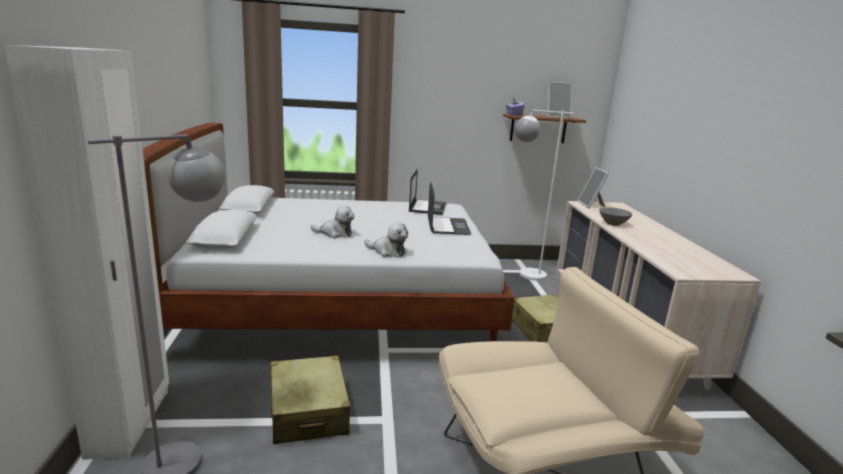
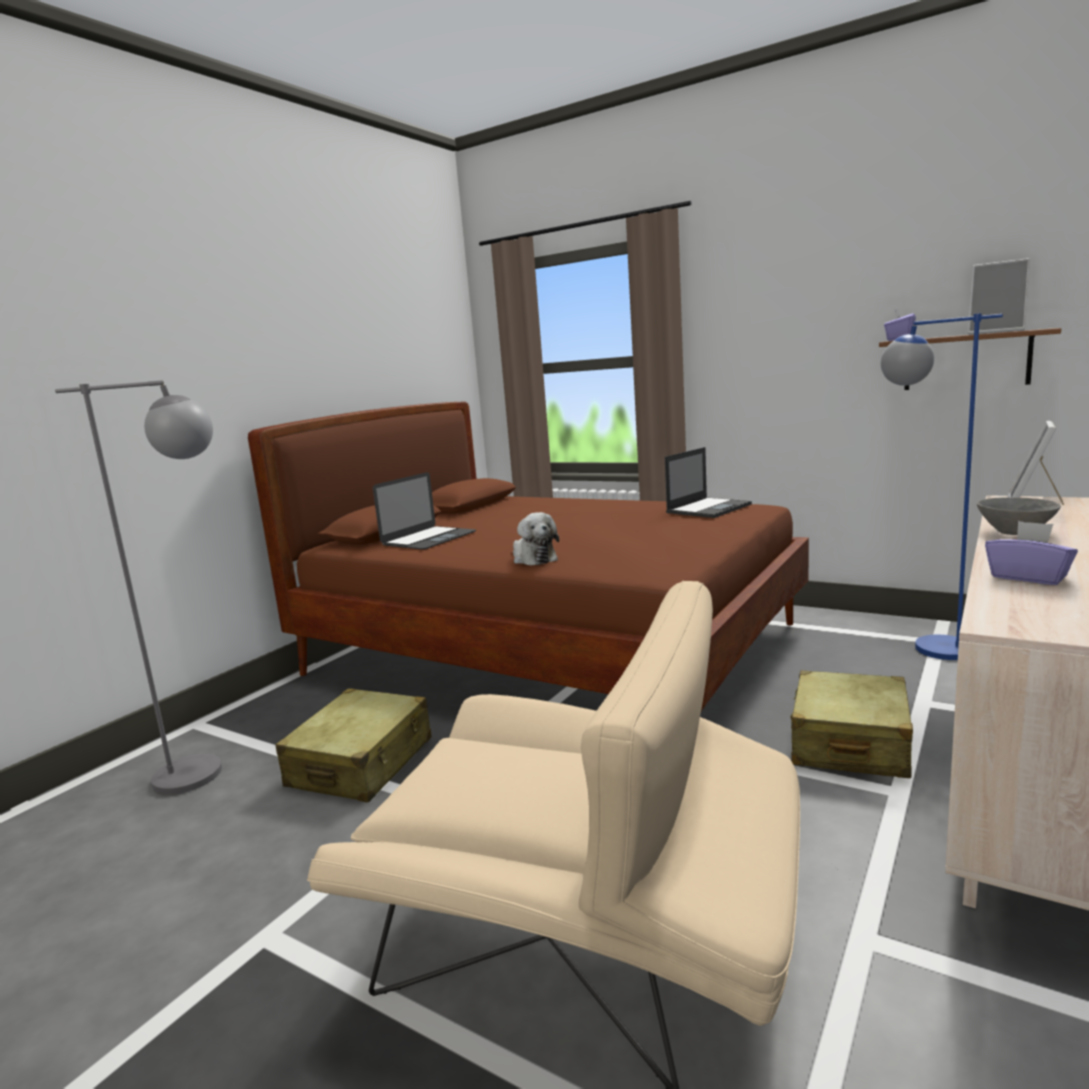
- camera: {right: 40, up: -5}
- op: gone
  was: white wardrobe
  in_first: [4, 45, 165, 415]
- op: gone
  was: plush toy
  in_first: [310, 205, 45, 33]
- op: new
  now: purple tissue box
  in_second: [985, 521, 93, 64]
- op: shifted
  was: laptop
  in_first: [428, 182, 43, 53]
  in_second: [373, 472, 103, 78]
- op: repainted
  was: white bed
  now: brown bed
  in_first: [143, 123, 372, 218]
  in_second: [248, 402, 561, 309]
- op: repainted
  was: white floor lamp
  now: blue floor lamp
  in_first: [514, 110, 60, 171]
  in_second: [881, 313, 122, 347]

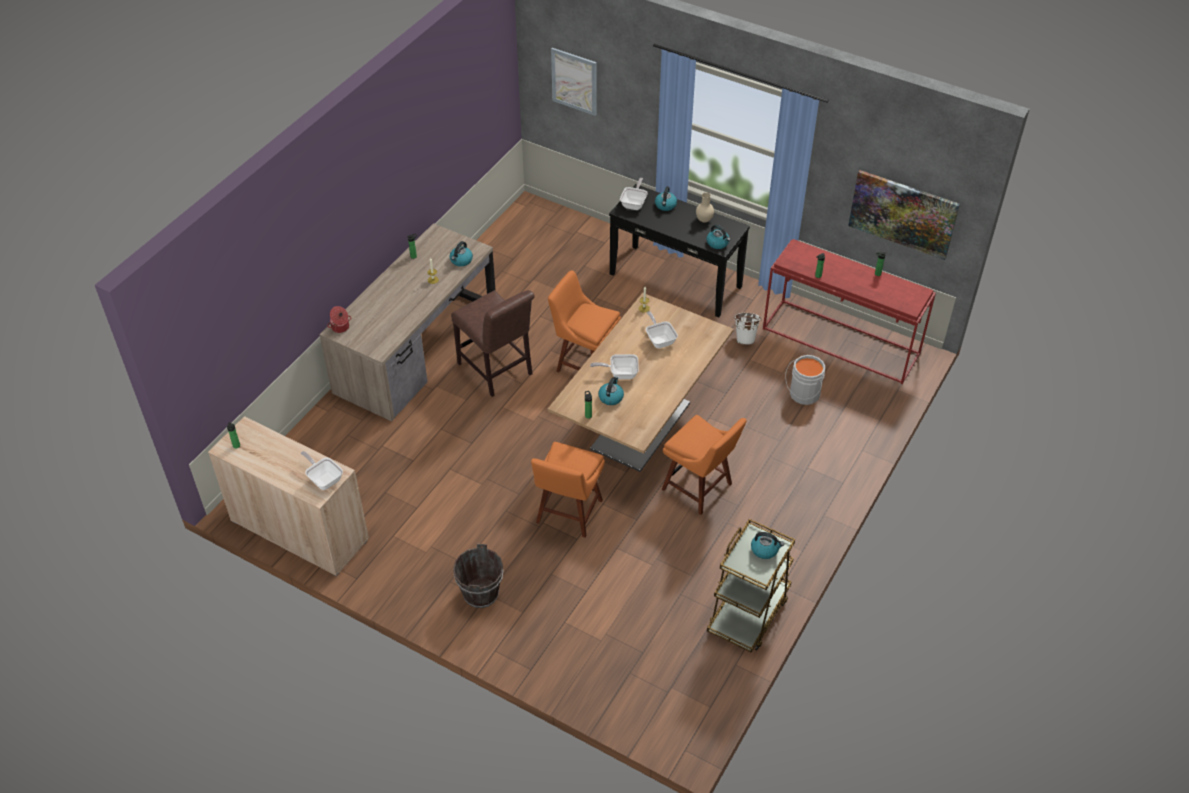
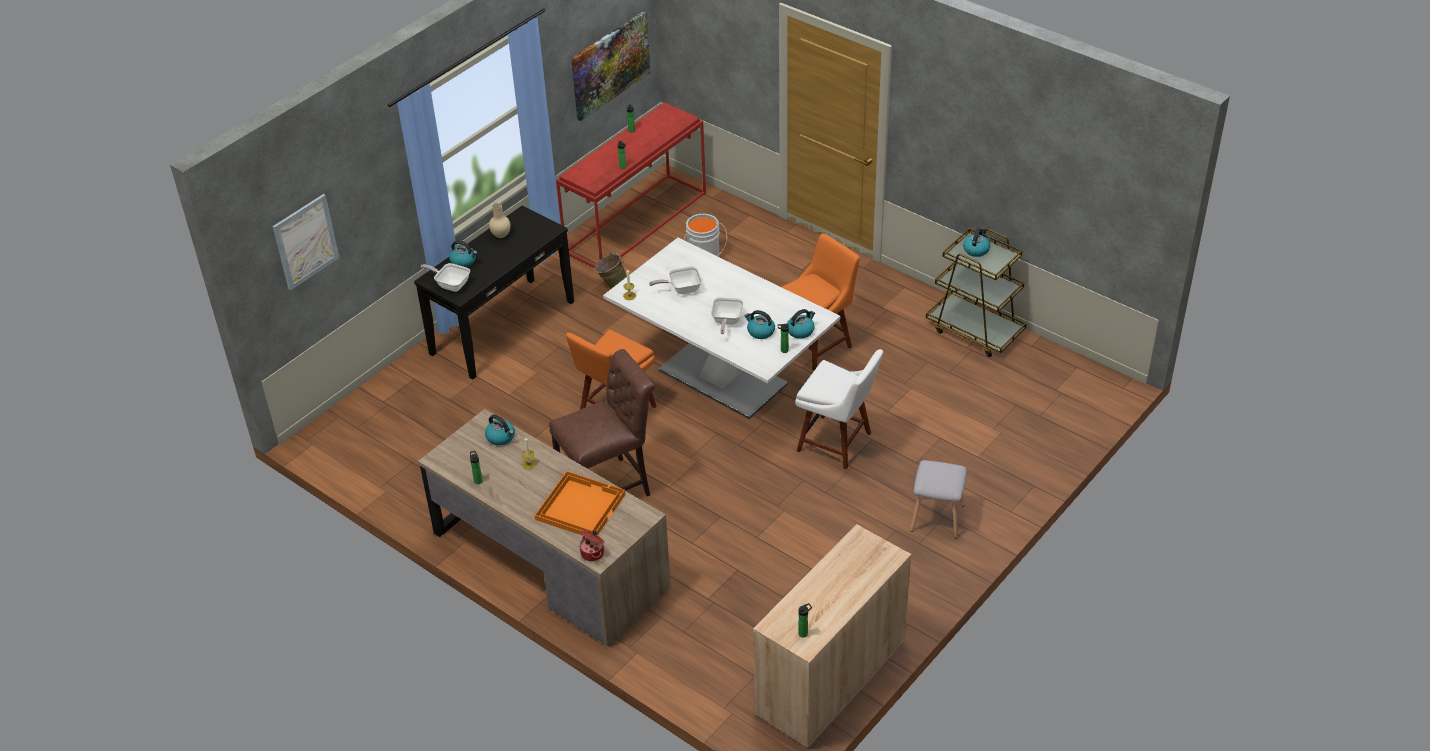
- camera: {right: -80, up: -5}
- op: gone
  was: frying pan
  in_first: [301, 451, 42, 39]
- op: new
  now: orange tray
  in_second: [535, 471, 90, 65]
- op: shifted
  was: kettle
  in_first: [707, 225, 23, 24]
  in_second: [787, 309, 28, 30]
- op: swapped
  was: brown bucket
  now: grey stool
  in_first: [453, 544, 51, 64]
  in_second: [910, 460, 57, 79]
- op: repainted
  was: orange chair
  now: white chair
  in_first: [531, 442, 74, 96]
  in_second: [795, 349, 88, 120]
- op: repainted
  was: brown dining table
  now: white dining table
  in_first: [548, 293, 186, 179]
  in_second: [603, 238, 237, 181]
- op: repainted
  was: white bucket
  now: green bucket
  in_first: [734, 313, 28, 32]
  in_second: [595, 252, 32, 37]

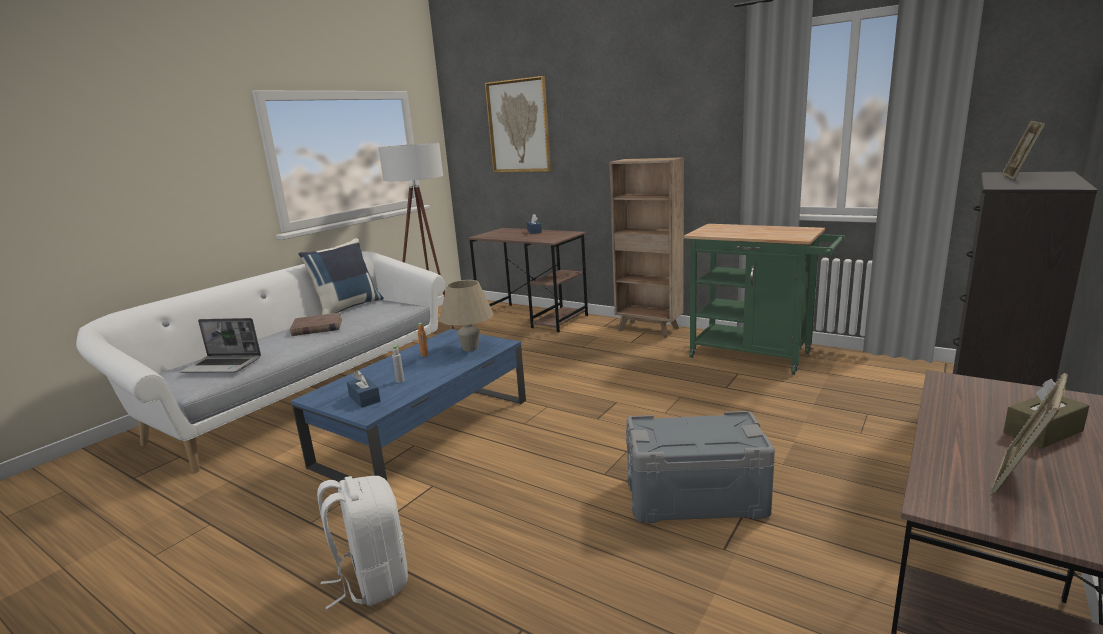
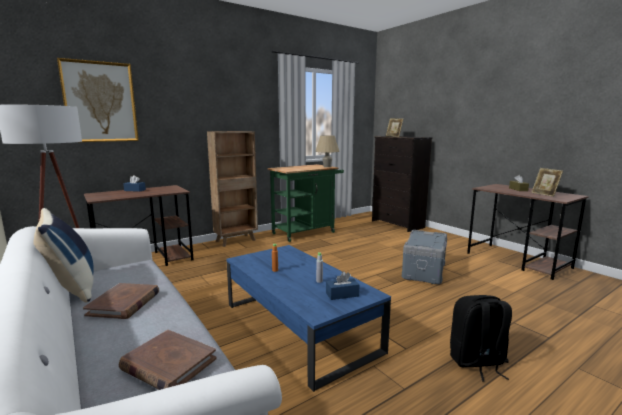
- camera: {right: -70, up: -5}
- op: shifted
  was: beige table lamp
  in_first: [439, 280, 54, 71]
  in_second: [315, 136, 24, 31]
- op: swapped
  was: laptop
  now: brown book
  in_first: [180, 318, 81, 55]
  in_second: [119, 330, 97, 60]
- op: repainted
  was: white backpack
  now: black backpack
  in_first: [317, 476, 91, 133]
  in_second: [450, 295, 62, 87]

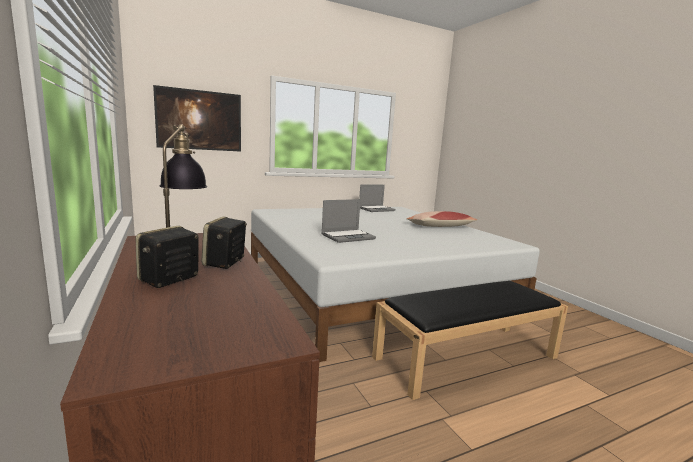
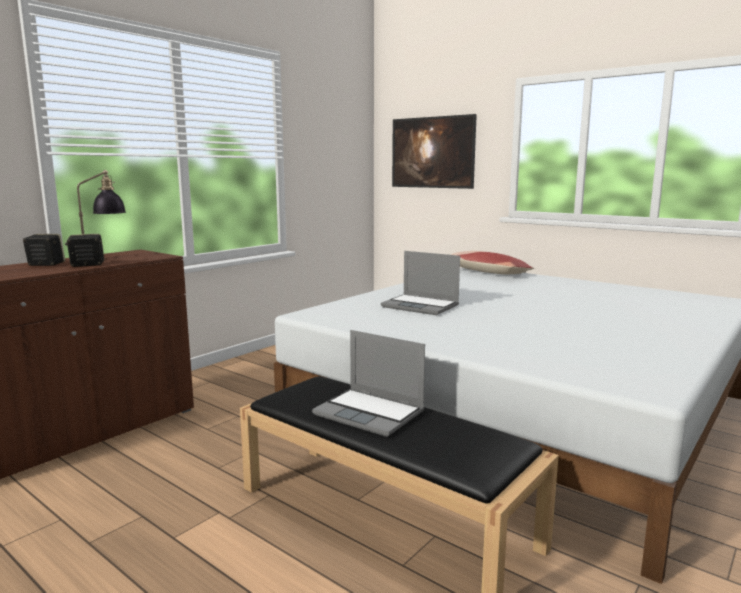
- camera: {right: 65, up: 0}
- op: shifted
  was: laptop
  in_first: [359, 185, 37, 27]
  in_second: [312, 330, 113, 107]
- op: shifted
  was: pillow
  in_first: [407, 211, 70, 16]
  in_second: [451, 251, 83, 24]

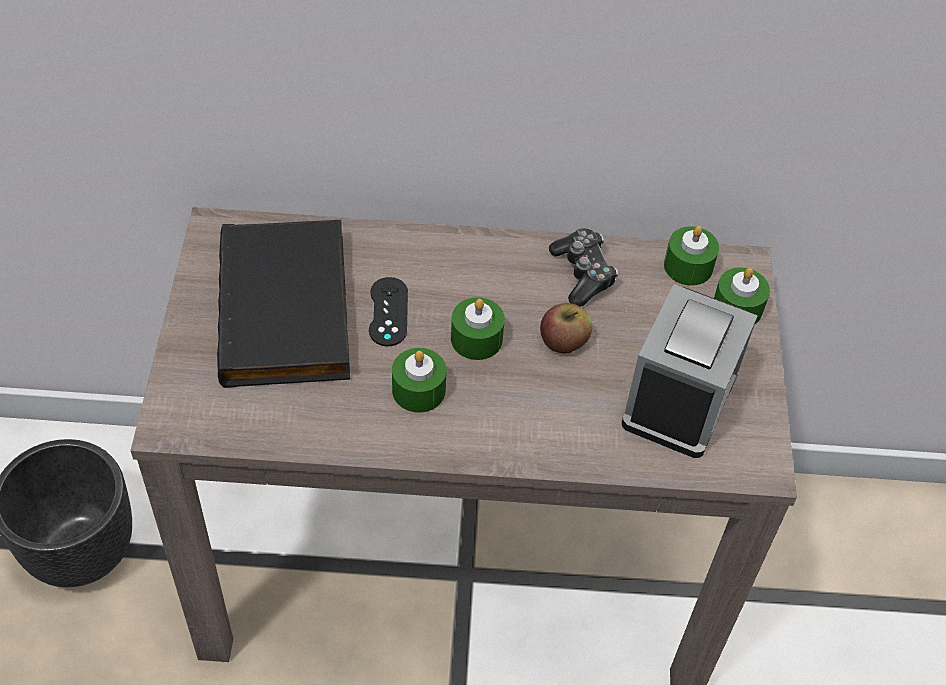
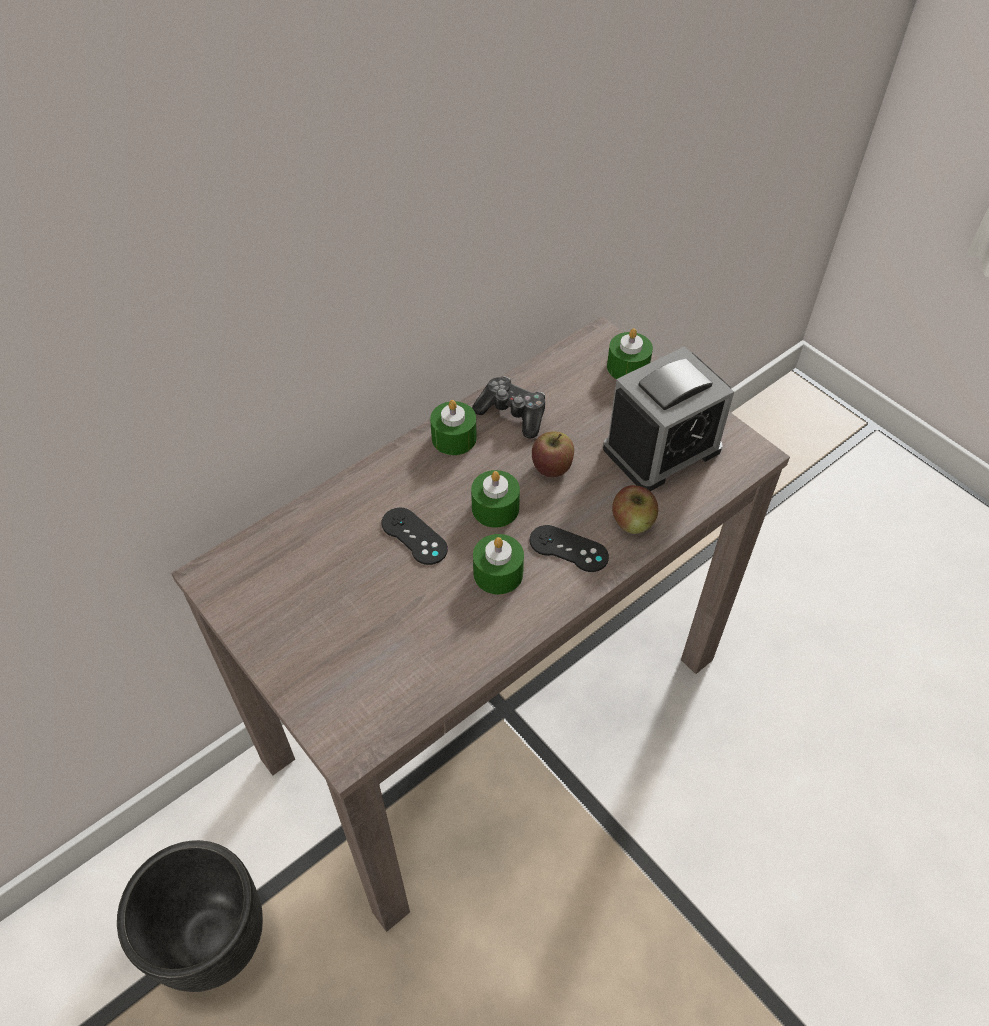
- camera: {right: -40, up: 0}
- op: gone
  was: black book
  in_first: [217, 220, 133, 168]
- op: new
  now: black game controller
  in_second: [530, 525, 79, 47]
- op: new
  now: apple
  in_second: [612, 485, 46, 49]
- op: shifted
  was: green candle
  in_first: [664, 226, 55, 60]
  in_second: [430, 400, 47, 55]
- op: rotated
  was: alarm clock
  in_first: [622, 284, 136, 174]
  in_second: [603, 347, 131, 144]
  clockwise: 75

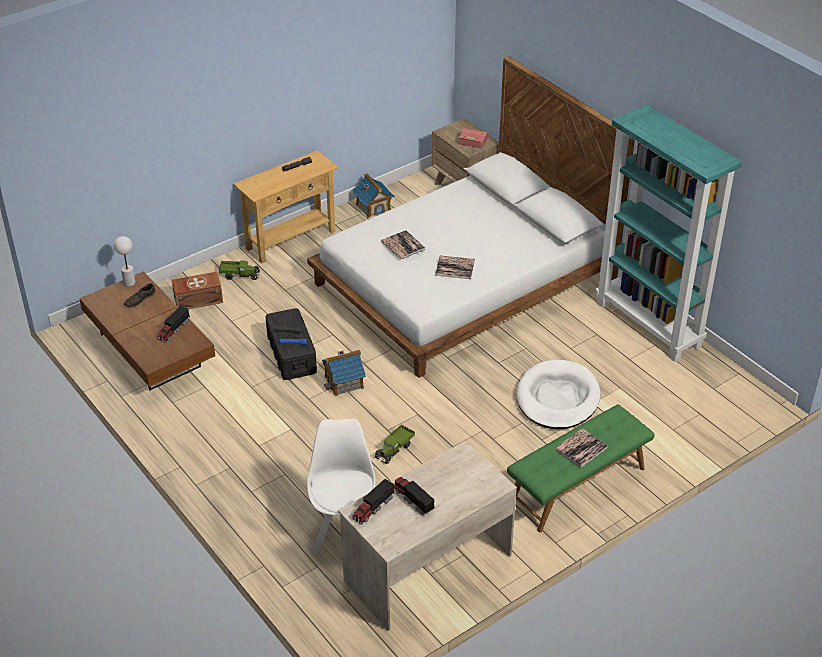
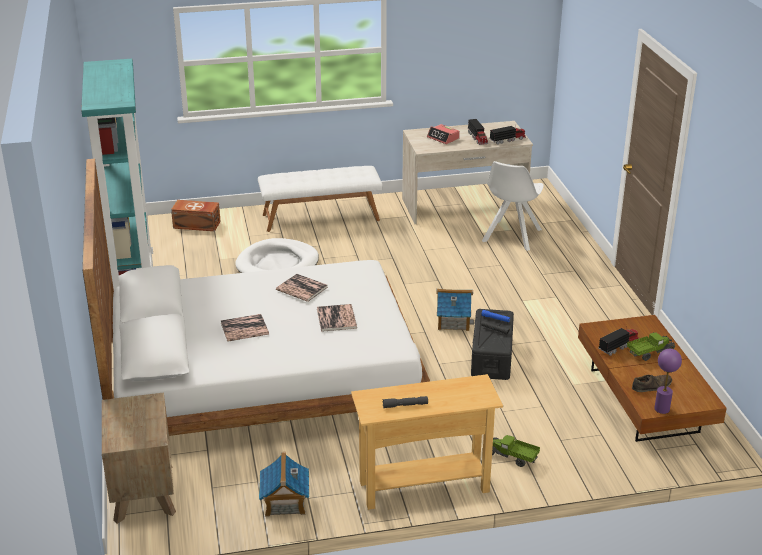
- camera: {right: -155, up: -10}
- op: shifted
  was: brown storage box
  in_first: [172, 272, 51, 37]
  in_second: [171, 200, 50, 31]
- op: shifted
  was: toy truck
  in_first: [374, 424, 41, 40]
  in_second: [627, 332, 48, 29]
- op: shifted
  was: alarm clock
  in_first: [458, 128, 30, 20]
  in_second: [427, 124, 33, 20]
- op: shifted
  was: book
  in_first: [554, 428, 54, 40]
  in_second: [220, 314, 49, 28]
- op: repainted
  was: white table lamp
  now: purple table lamp
  in_first: [114, 236, 22, 51]
  in_second: [654, 349, 28, 65]
- op: repainted
  was: green bench
  now: white bench
  in_first: [507, 404, 148, 128]
  in_second: [258, 166, 125, 66]

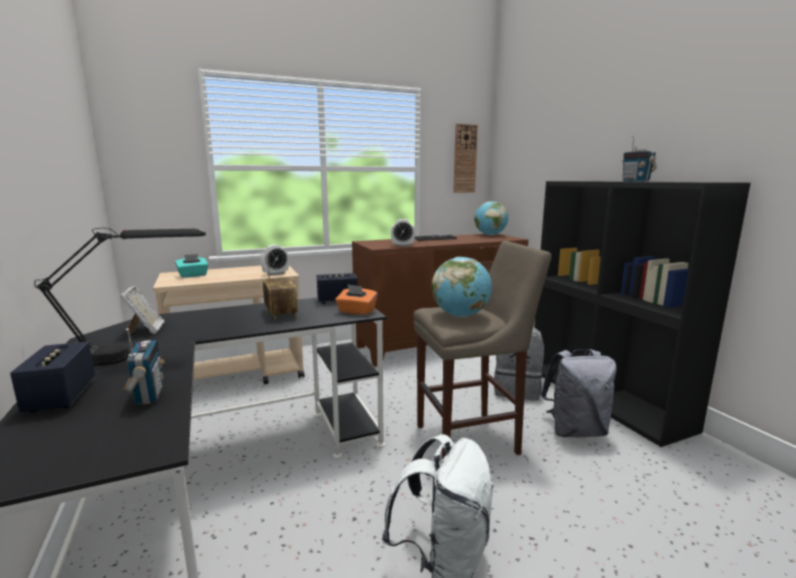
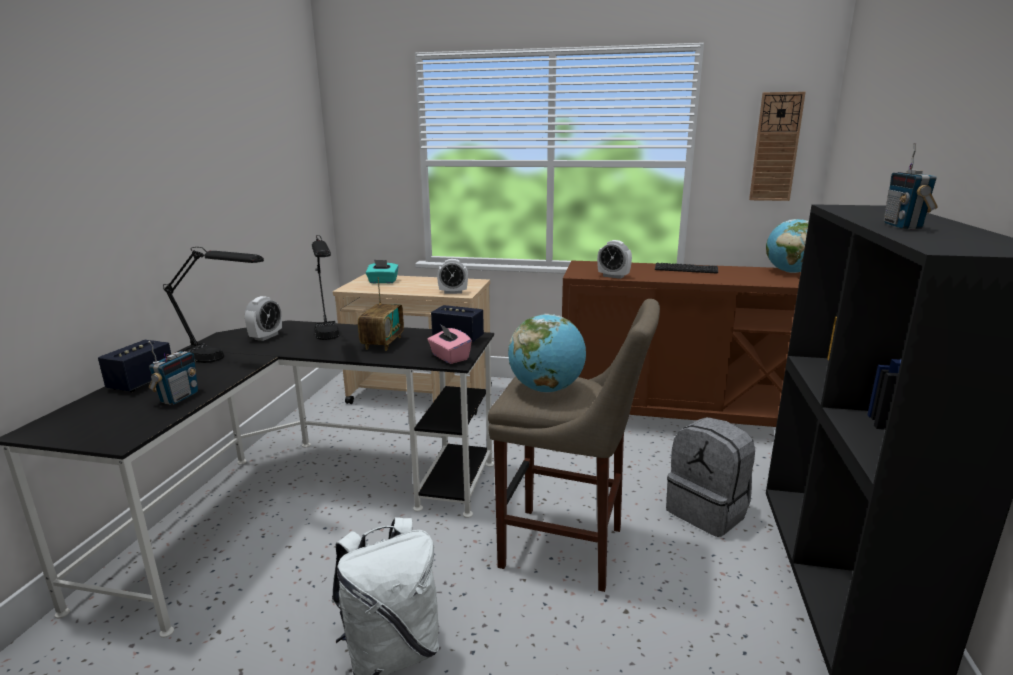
- camera: {right: 35, up: 5}
- op: gone
  was: grey backpack
  in_first: [540, 349, 77, 88]
- op: new
  now: black table lamp
  in_second: [312, 235, 28, 105]
- op: swapped
  was: picture frame
  now: alarm clock
  in_first: [120, 286, 45, 49]
  in_second: [245, 296, 37, 45]
- op: repainted
  was: orange tissue box
  now: pink tissue box
  in_first: [335, 284, 43, 31]
  in_second: [427, 324, 45, 40]

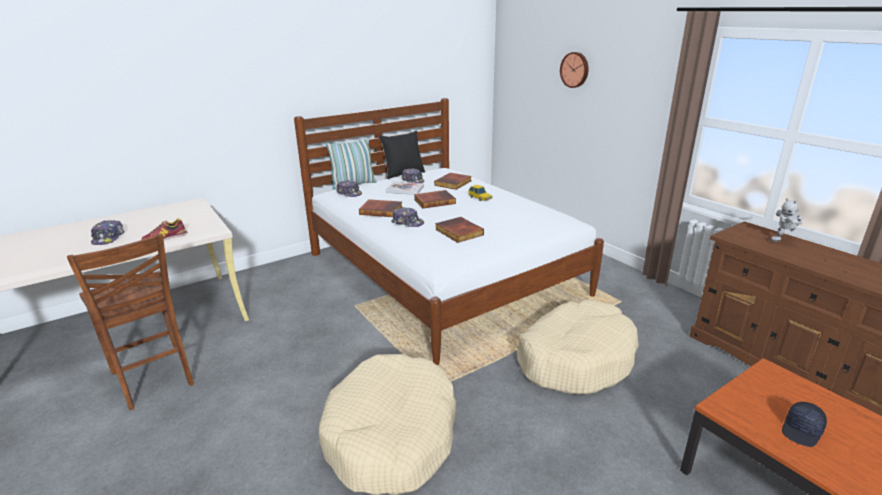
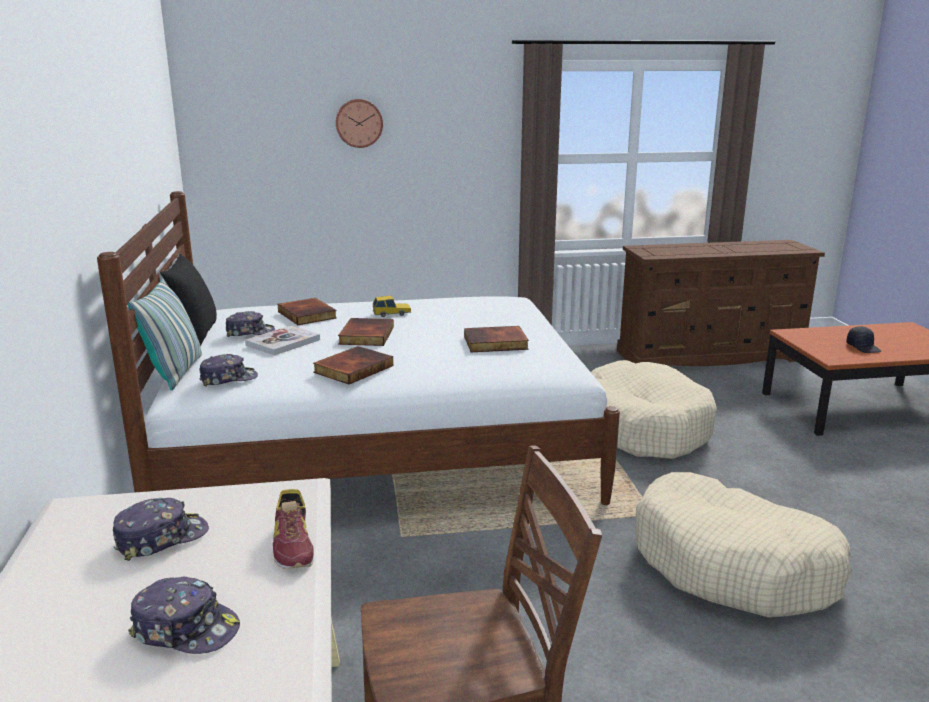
- camera: {right: -65, up: -5}
- op: gone
  was: toy robot
  in_first: [770, 198, 32, 44]
- op: shifted
  was: cap
  in_first: [391, 207, 33, 20]
  in_second: [113, 498, 96, 63]

